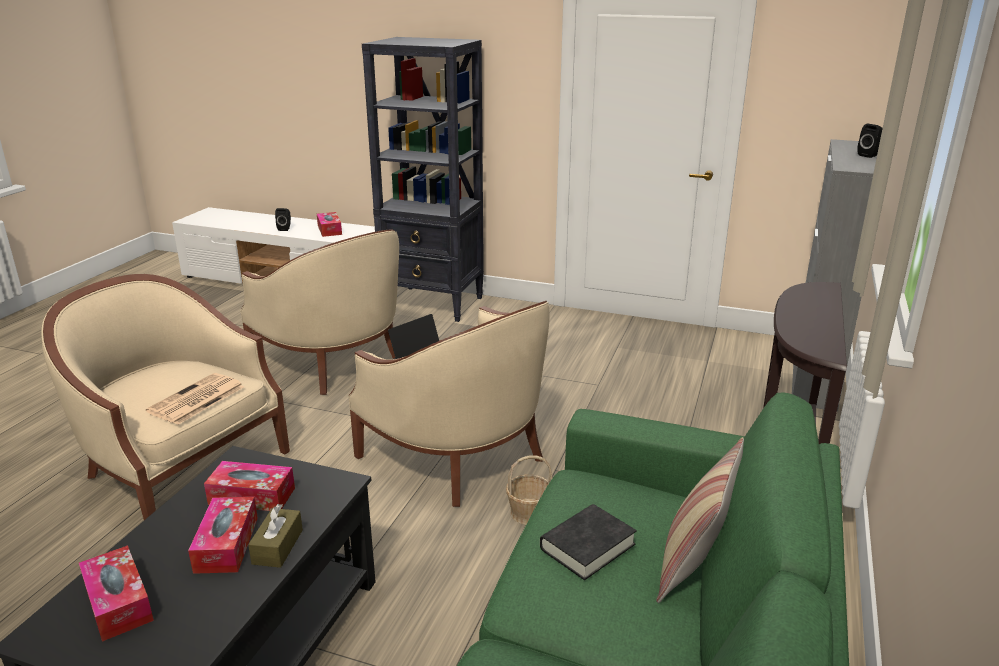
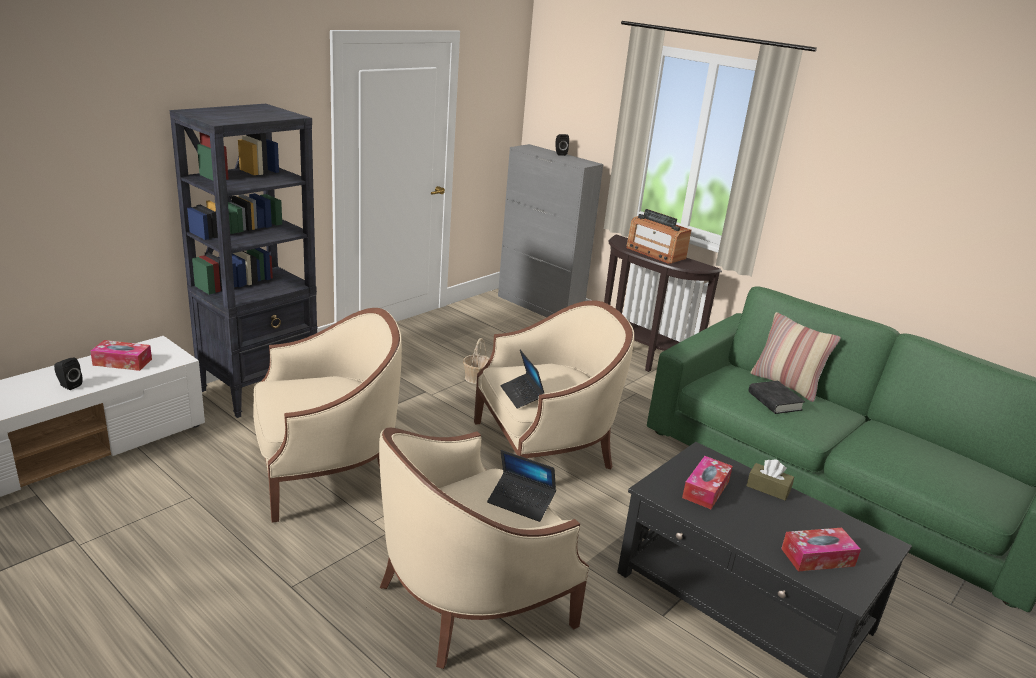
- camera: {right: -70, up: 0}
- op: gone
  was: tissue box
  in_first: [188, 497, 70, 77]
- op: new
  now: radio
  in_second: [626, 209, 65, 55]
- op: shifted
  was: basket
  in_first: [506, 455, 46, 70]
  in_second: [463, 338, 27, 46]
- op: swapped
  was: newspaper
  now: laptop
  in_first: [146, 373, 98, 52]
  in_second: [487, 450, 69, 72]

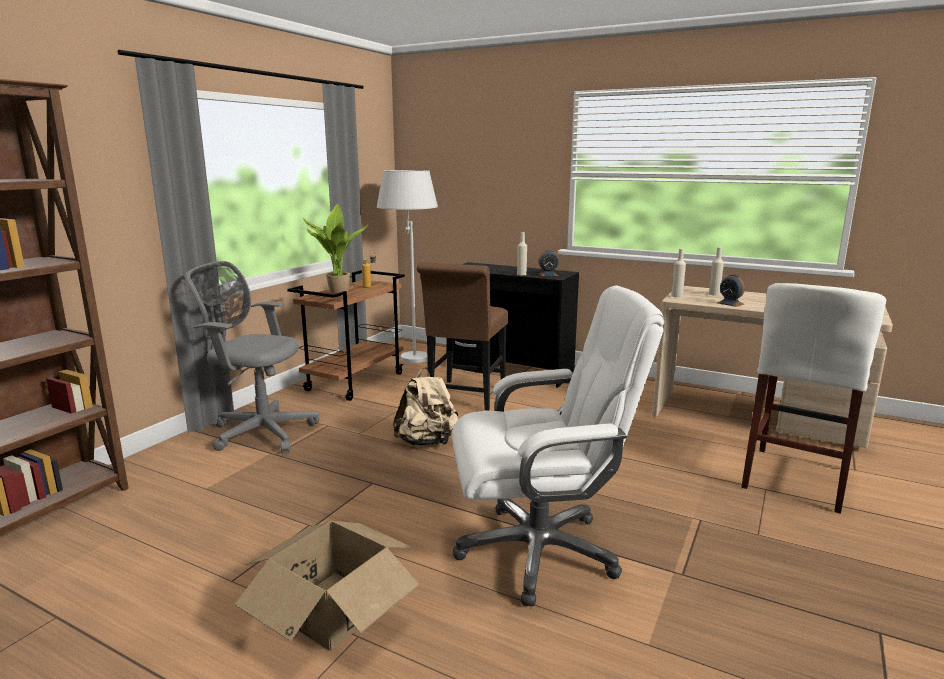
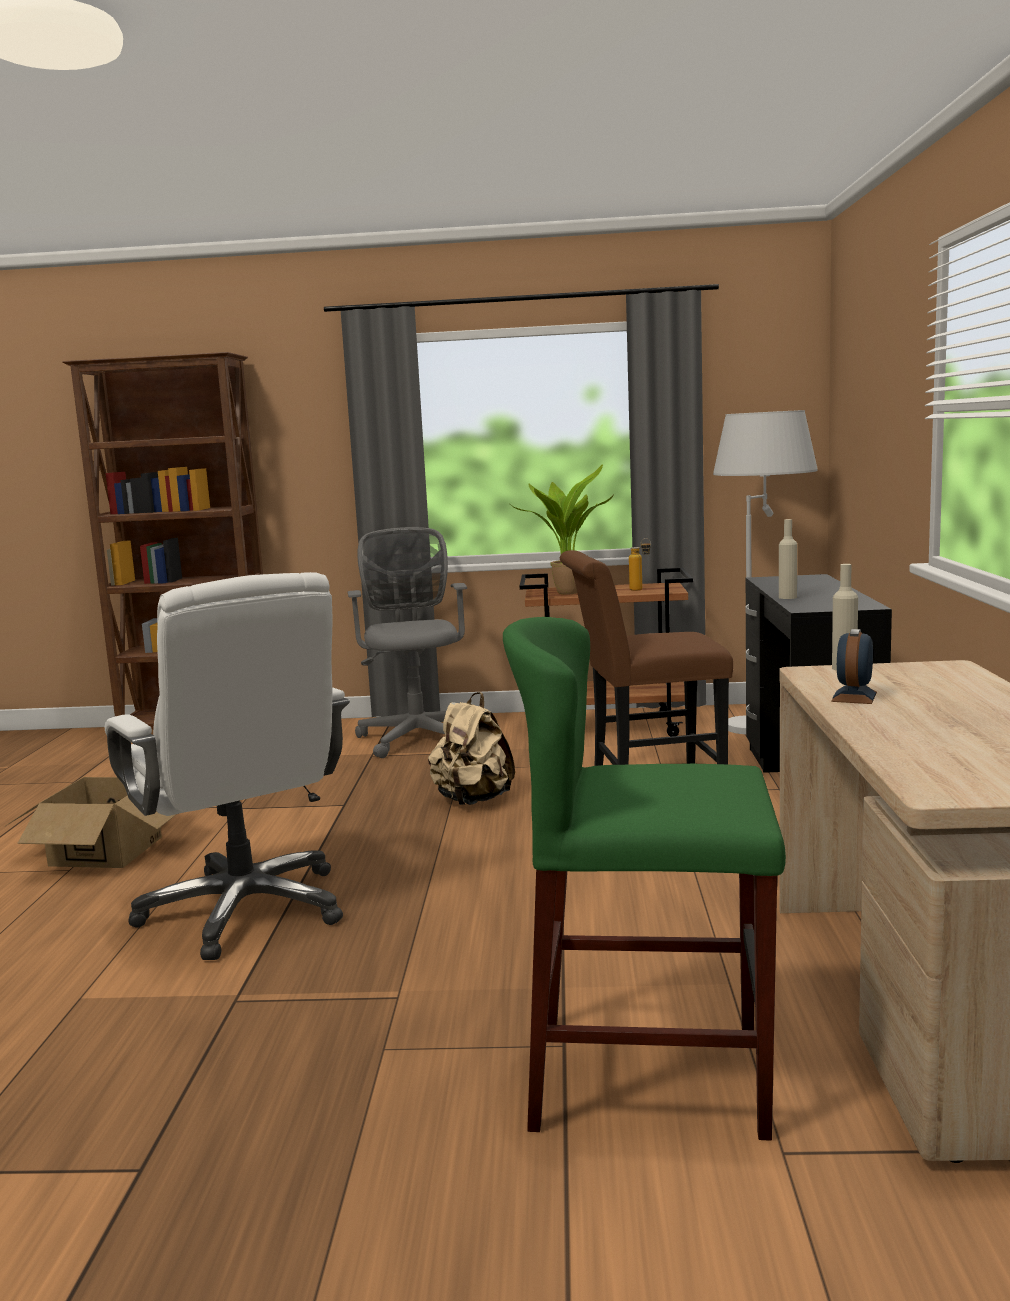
- camera: {right: 65, up: -5}
- op: gone
  was: alarm clock
  in_first: [539, 250, 20, 26]
- op: gone
  was: beige bottle
  in_first: [709, 247, 15, 49]
- op: repainted
  was: white stool
  now: green stool
  in_first: [741, 283, 145, 231]
  in_second: [503, 617, 283, 524]

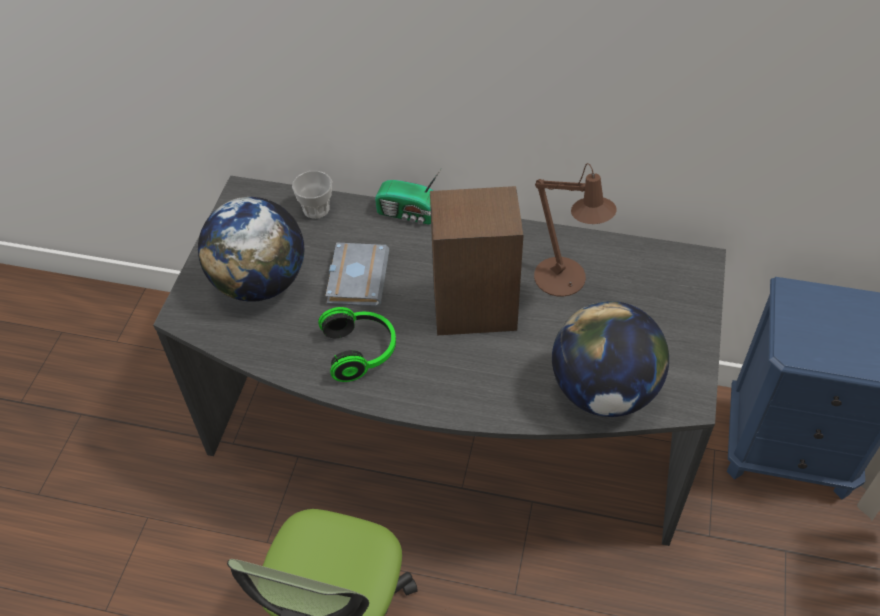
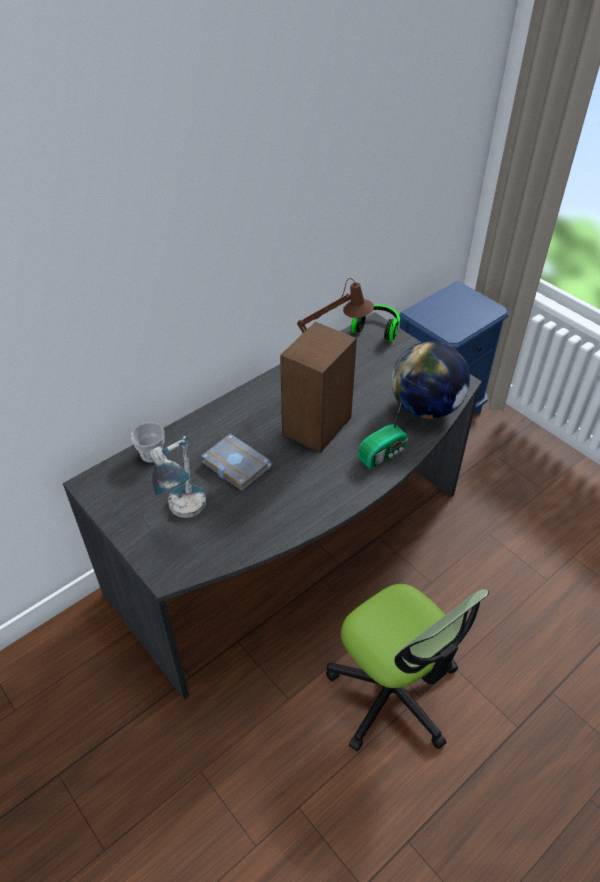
- camera: {right: -55, up: -5}
- op: shifted
  was: headphones
  in_first: [318, 307, 78, 75]
  in_second: [351, 305, 49, 37]
- op: shifted
  was: radio
  in_first: [375, 168, 67, 56]
  in_second: [358, 404, 50, 65]
- op: swapped
  was: globe
  now: table lamp
  in_first: [198, 197, 106, 105]
  in_second: [149, 436, 57, 82]

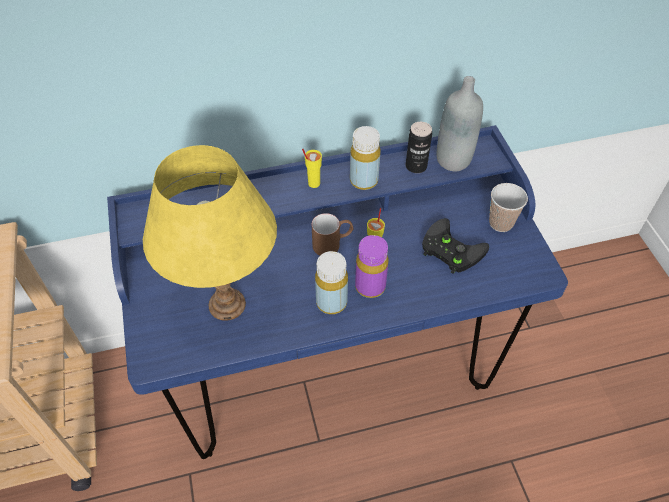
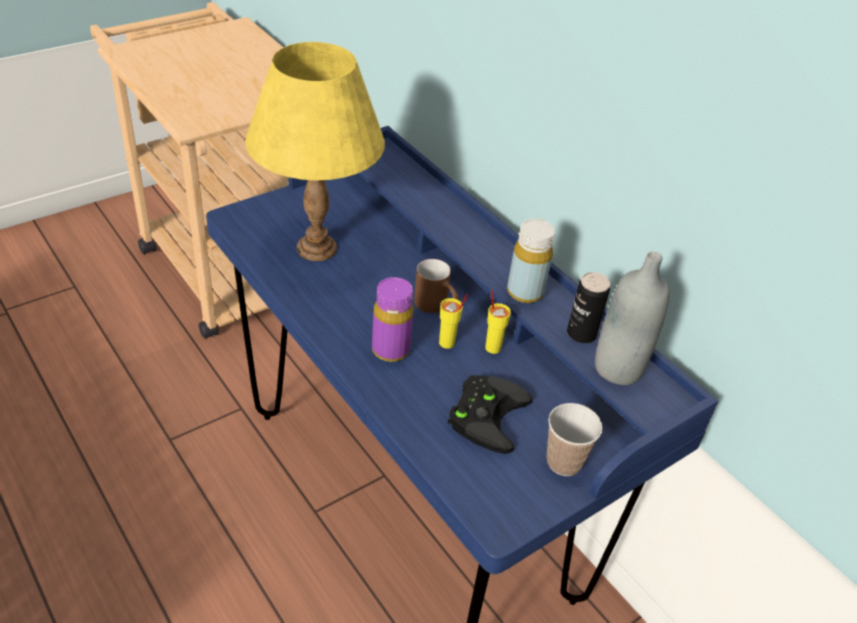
- camera: {right: 65, up: -10}
- op: gone
  was: yellow bottle
  in_first: [315, 251, 33, 63]
- op: shifted
  was: yellow cup
  in_first: [302, 148, 20, 40]
  in_second: [485, 290, 26, 64]

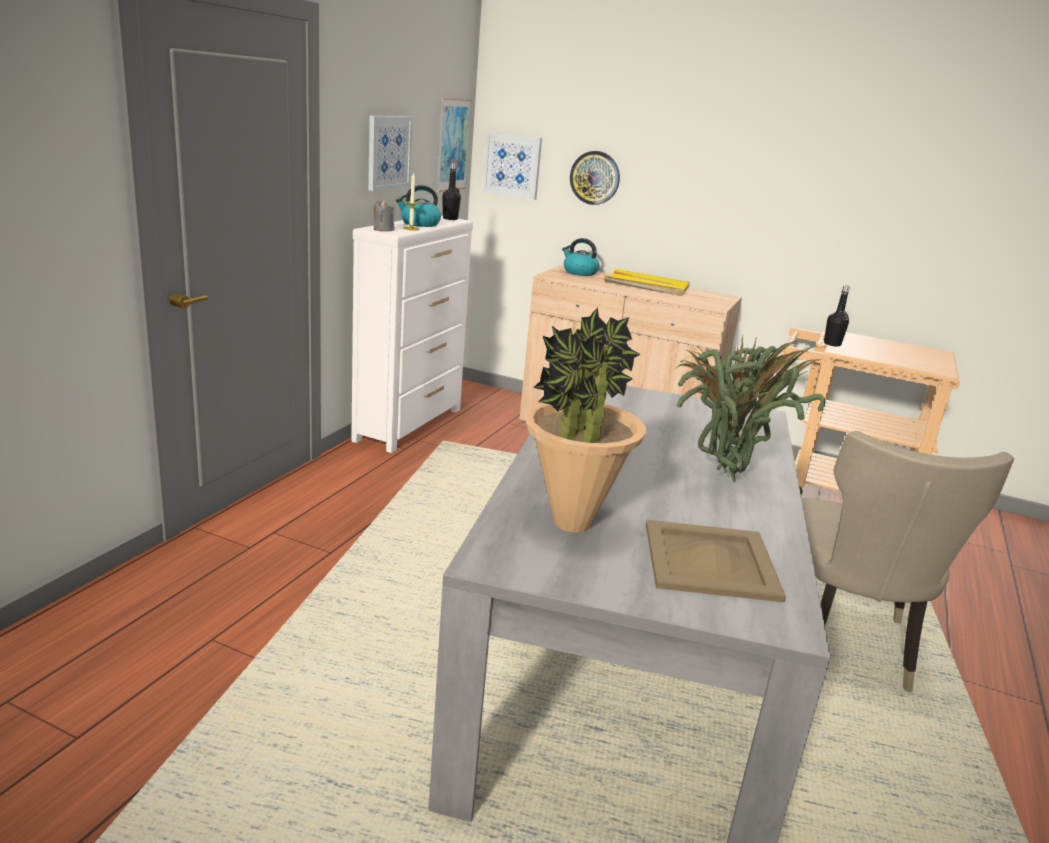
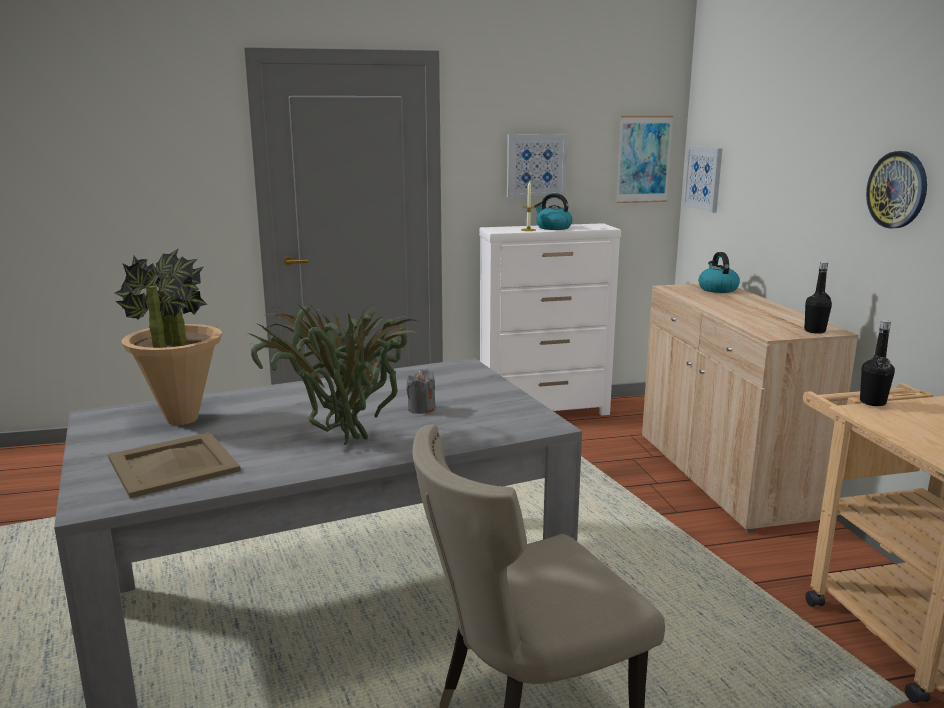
- camera: {right: 55, up: -5}
- op: gone
  was: yellow tray
  in_first: [604, 269, 86, 27]
- op: shifted
  was: grey candle
  in_first: [373, 199, 22, 33]
  in_second: [406, 369, 30, 45]
- op: shifted
  was: black bottle
  in_first: [442, 163, 19, 57]
  in_second: [804, 262, 28, 72]
- op: shifted
  was: wall clock
  in_first: [570, 151, 50, 54]
  in_second: [866, 151, 61, 77]

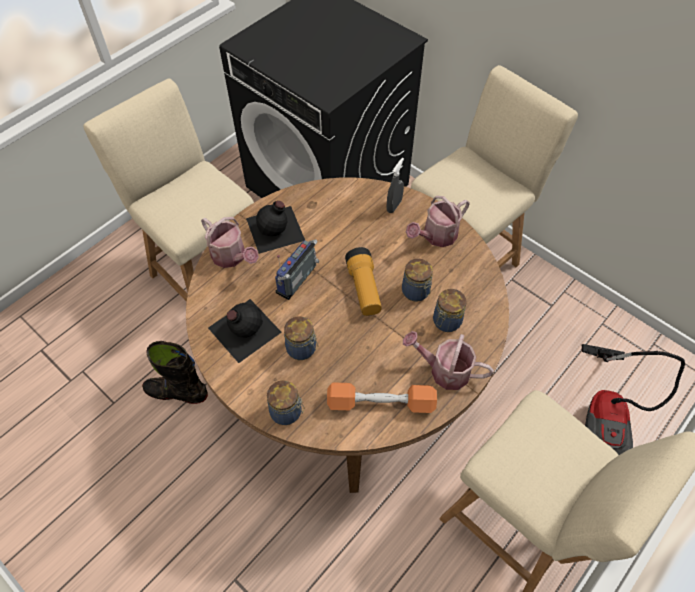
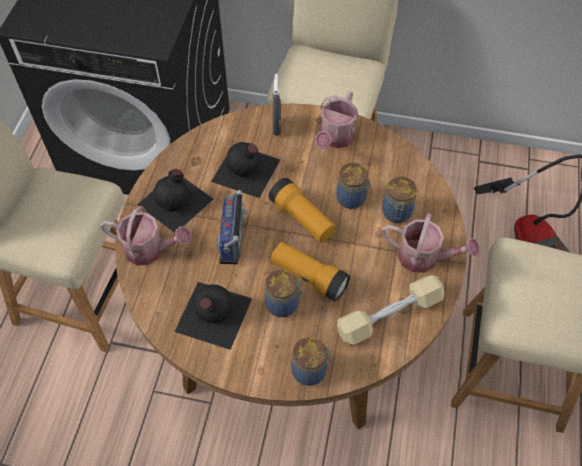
- camera: {right: -30, up: 0}
- op: gone
  was: black boot
  in_first: [142, 341, 66, 63]
- op: new
  now: black bottle
  in_second: [211, 142, 69, 56]
- op: new
  now: flashlight
  in_second: [271, 242, 79, 60]
- op: repainted
  was: orange dumbbell
  now: beige dumbbell
  in_first: [327, 382, 110, 31]
  in_second: [337, 275, 108, 70]
- op: rotated
  was: watering can
  in_first: [403, 331, 91, 59]
  in_second: [382, 213, 97, 60]
  clockwise: -150

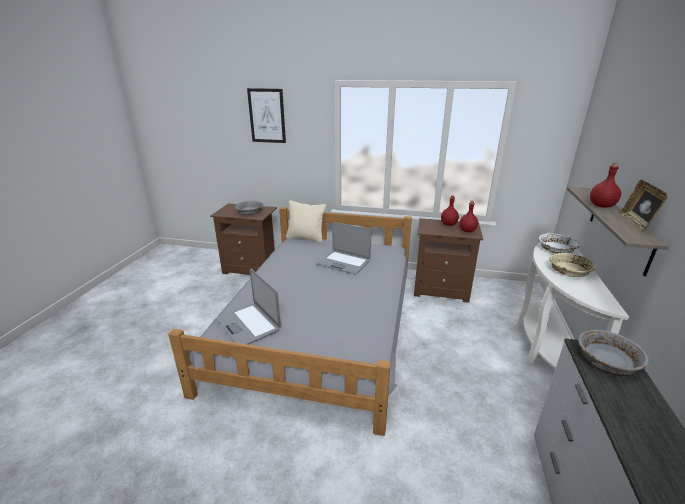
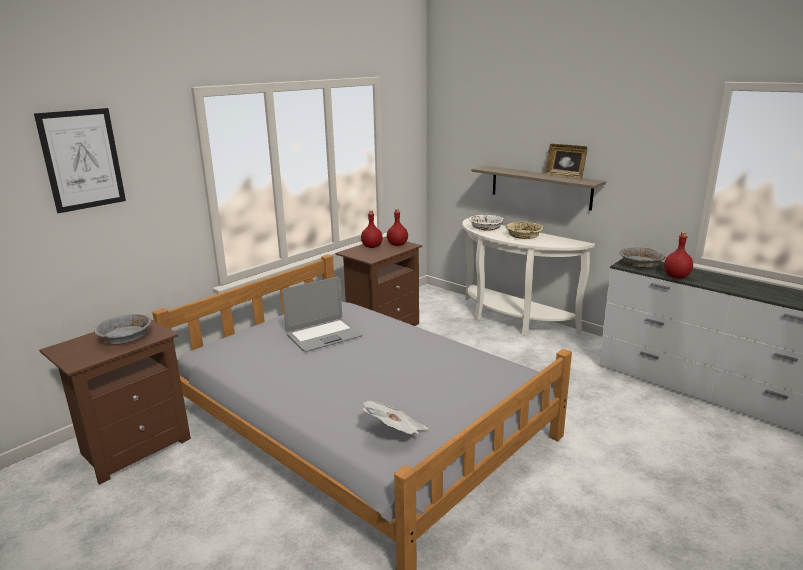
- camera: {right: -60, up: -5}
- op: gone
  was: beige pillow
  in_first: [286, 200, 40, 43]
- op: shifted
  was: red bottle
  in_first: [590, 162, 31, 46]
  in_second: [664, 232, 29, 46]
- op: swapped
  was: laptop
  now: newspaper
  in_first: [216, 269, 65, 76]
  in_second: [363, 401, 66, 33]

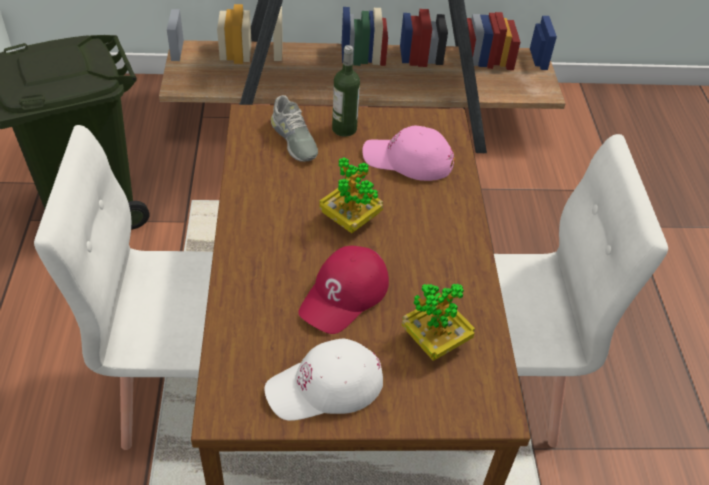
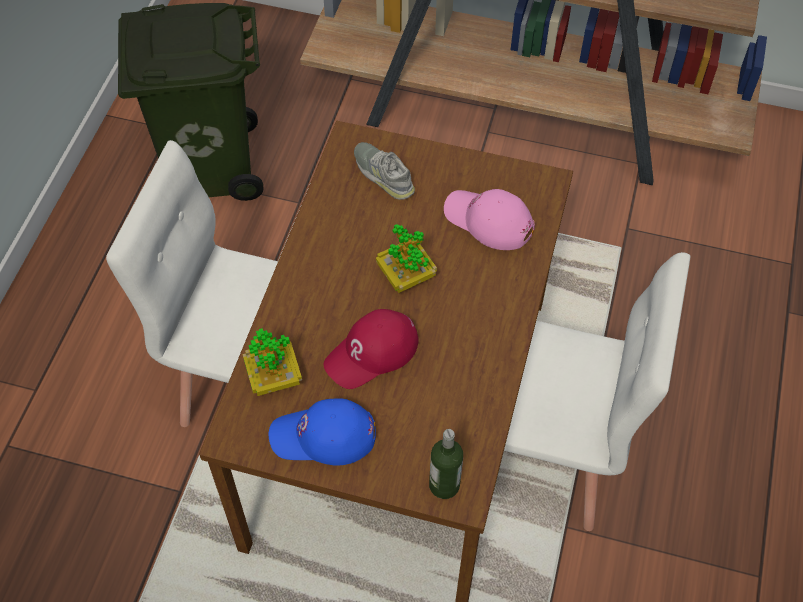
- camera: {right: 20, up: 10}
- op: shifted
  was: bottle
  in_first: [332, 45, 28, 92]
  in_second: [429, 429, 34, 70]
- op: shifted
  was: potted plant
  in_first: [402, 283, 73, 78]
  in_second: [243, 328, 59, 68]
- op: repainted
  was: white cap
  now: blue cap
  in_first: [265, 339, 118, 82]
  in_second: [269, 399, 107, 67]
- op: rotated
  was: grey shoe
  in_first: [271, 95, 47, 67]
  in_second: [354, 142, 61, 58]
  clockwise: 150

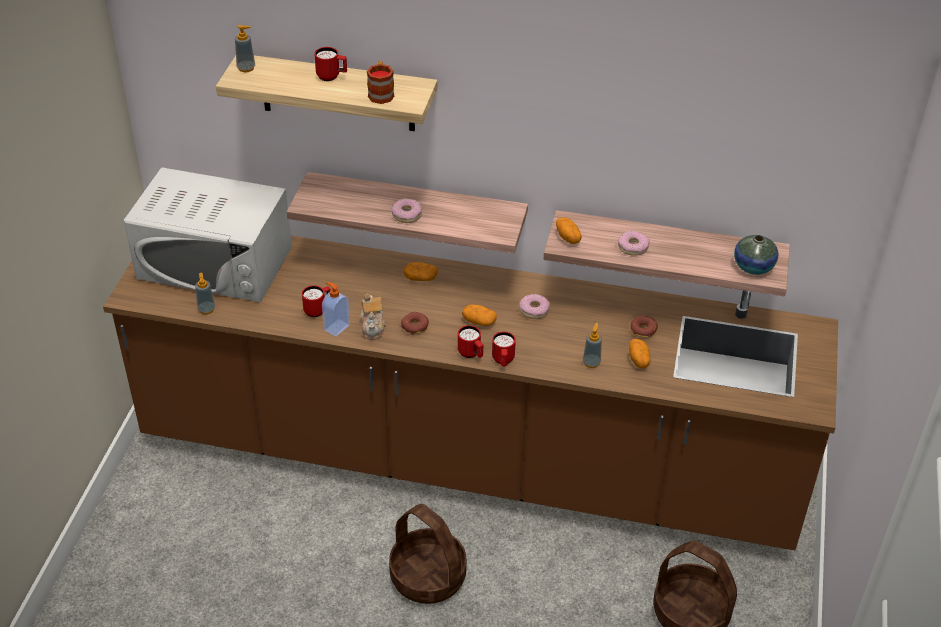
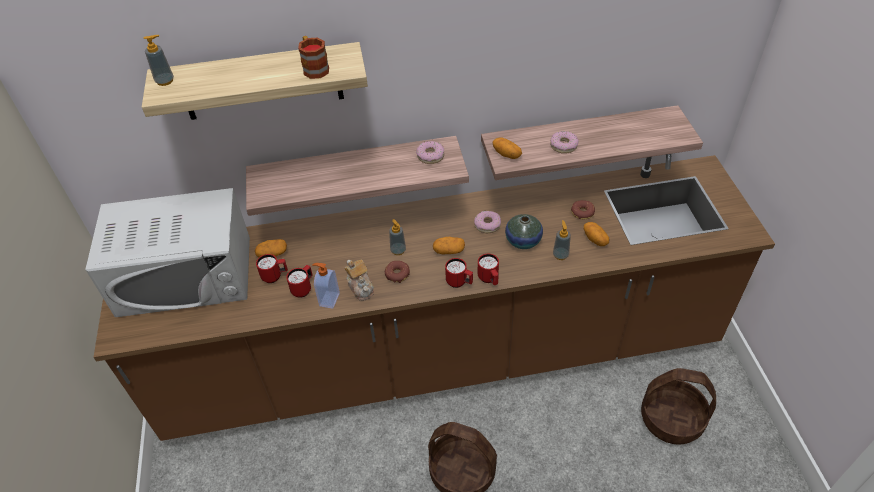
- camera: {right: -20, up: 5}
- op: shifted
  was: soap dispenser
  in_first: [195, 273, 20, 41]
  in_second: [389, 219, 17, 36]
- op: shifted
  was: red mug
  in_first: [314, 47, 33, 34]
  in_second: [256, 254, 32, 29]
- op: shifted
  was: donut
  in_first: [392, 199, 30, 24]
  in_second: [416, 141, 29, 23]
- op: shifted
  was: potato
  in_first: [403, 262, 35, 19]
  in_second: [255, 239, 32, 18]
- op: shifted
  was: vase
  in_first: [734, 235, 45, 40]
  in_second: [505, 214, 38, 35]

